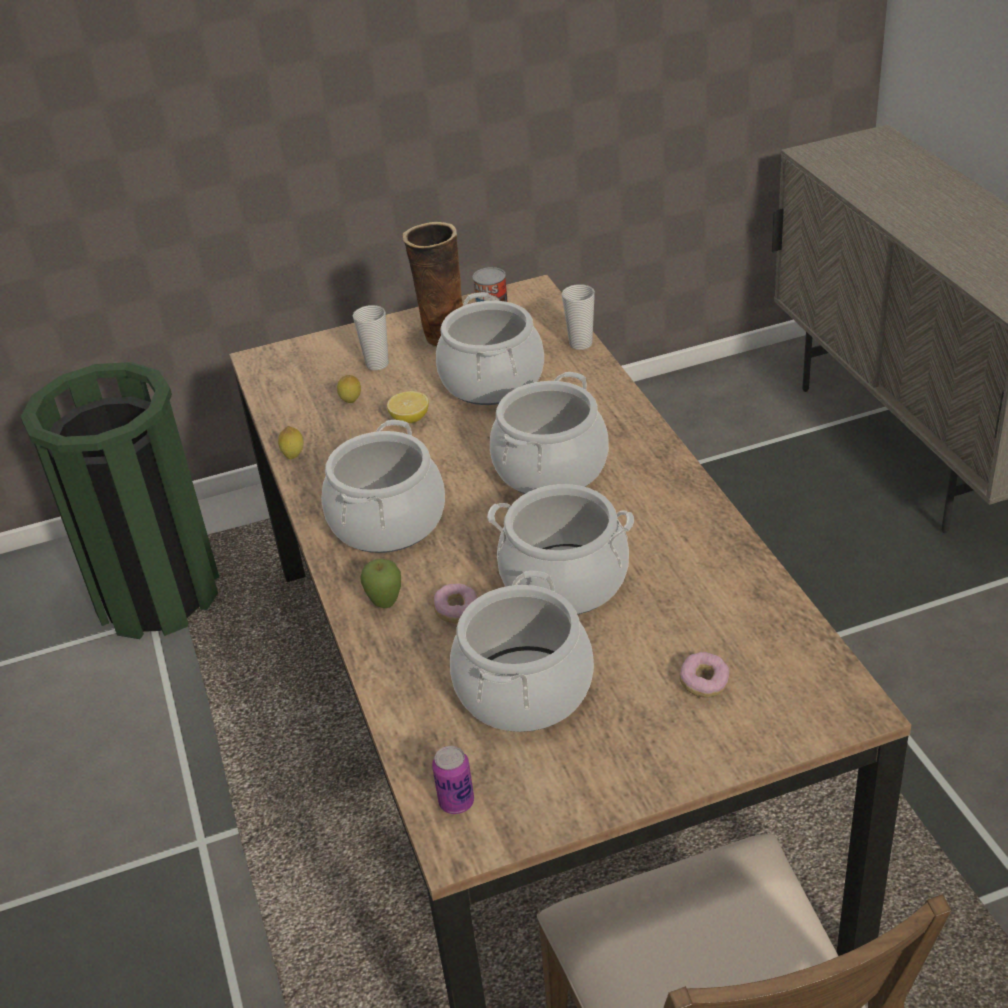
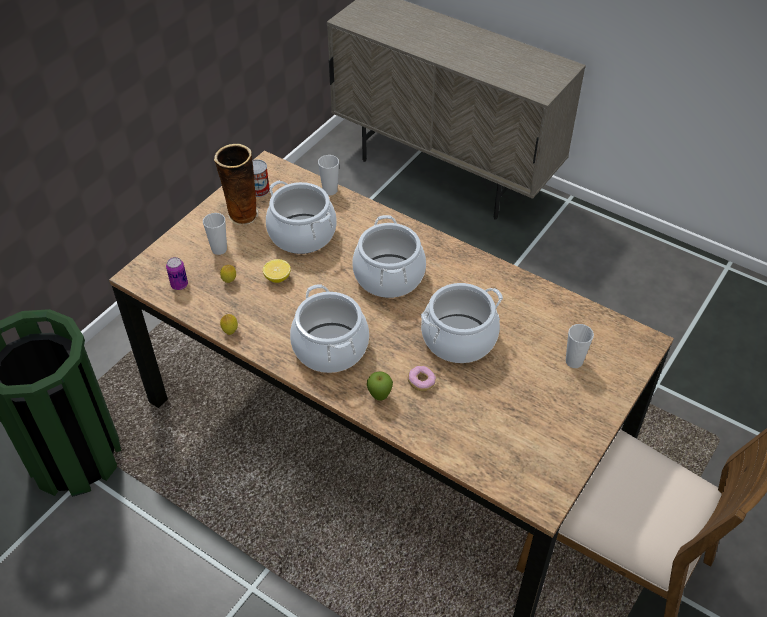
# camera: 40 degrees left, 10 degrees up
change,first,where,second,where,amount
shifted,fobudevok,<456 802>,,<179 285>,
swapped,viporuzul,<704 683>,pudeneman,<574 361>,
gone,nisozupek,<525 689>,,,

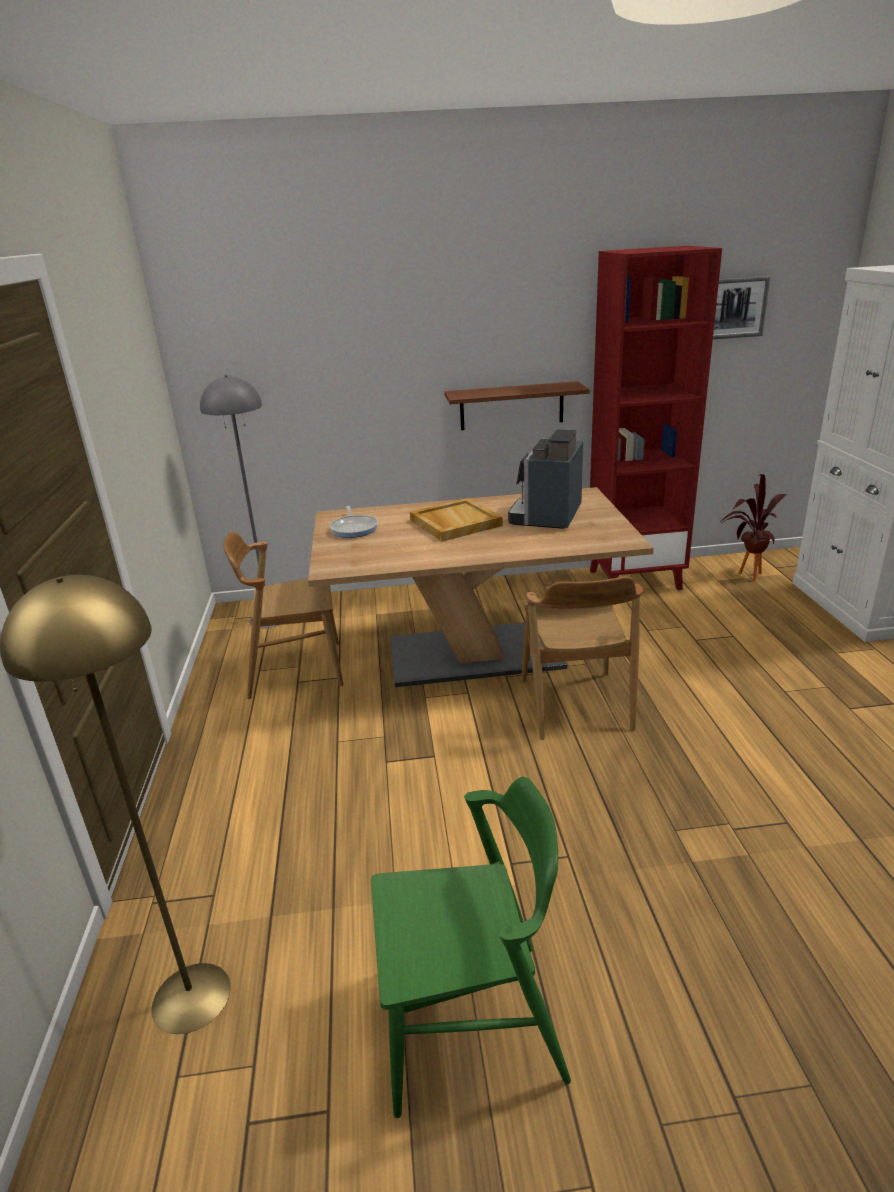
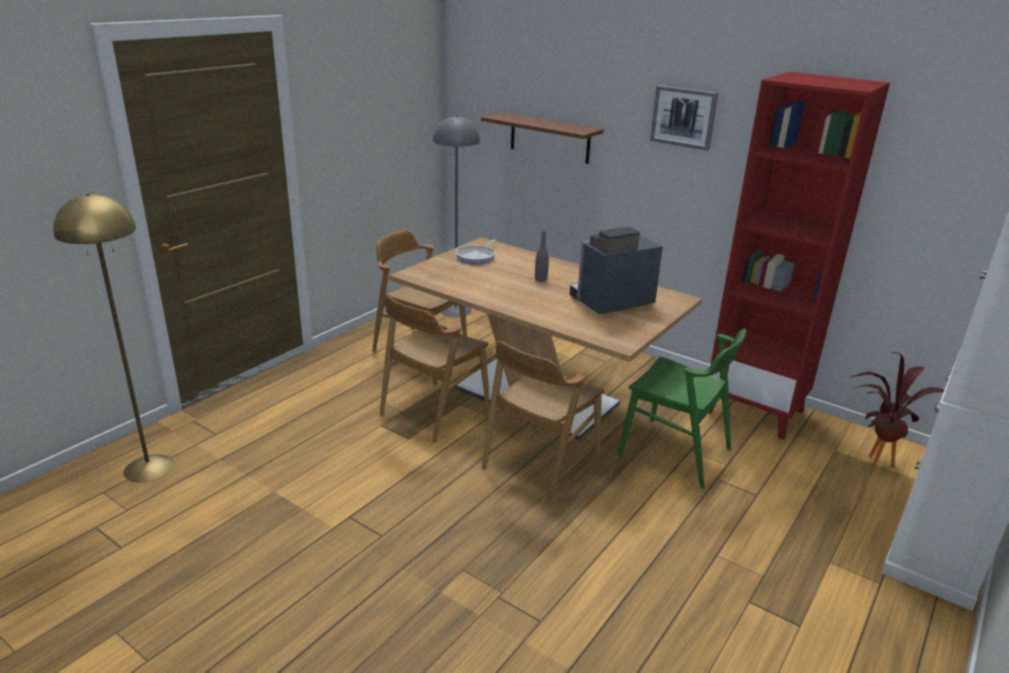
# camera: 40 degrees right, 0 degrees up
change,first,where,second,where,amount
new,,,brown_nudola,<434 411>,
shifted,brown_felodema,<511 406>,,<549 138>,
swapped,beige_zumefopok,<454 523>,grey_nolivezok,<541 279>,
shifted,green_nudola,<470 1024>,,<675 453>,
shifted,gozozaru,<733 308>,,<683 117>,

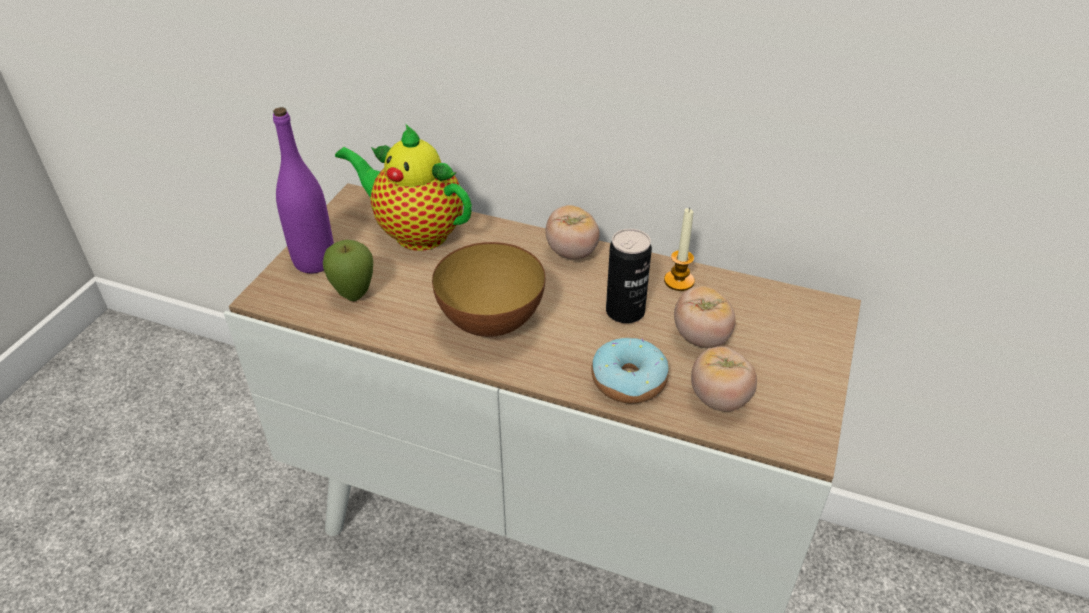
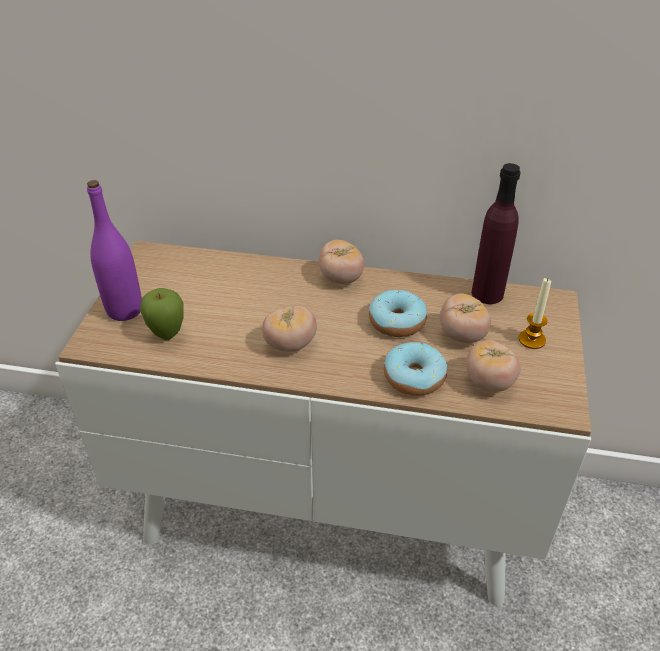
# camera: 10 degrees left, 0 degrees up
change,first,where,second,where,amount
swapped,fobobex,<491 323>,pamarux,<290 344>,
swapped,fobudevok,<625 312>,viporuzul,<397 322>,
new,,,purple_nolivezok,<487 294>,
shifted,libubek,<679 281>,,<531 340>,
gone,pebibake,<415 232>,,,

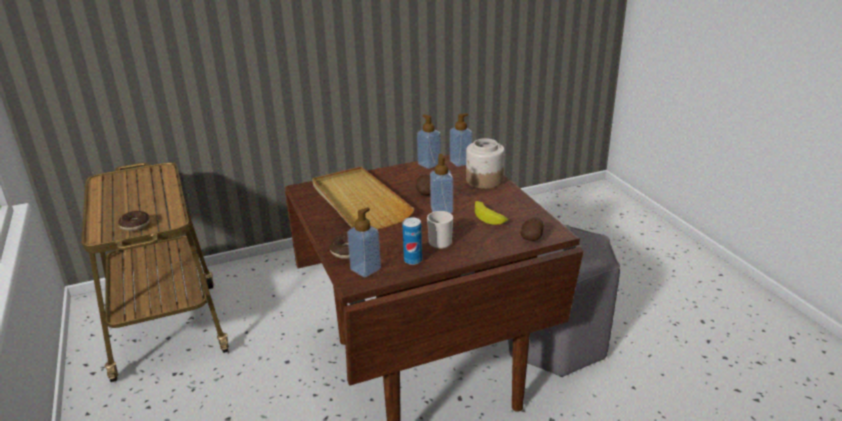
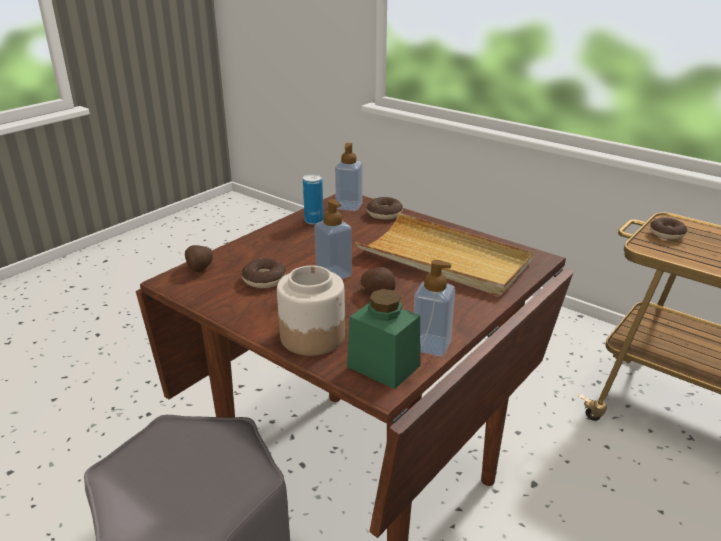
# camera: 150 degrees right, 0 degrees up
change,first,where,second,where,amount
swapped,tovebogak,<490 217>,viporuzul,<264 280>,
swapped,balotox,<460 162>,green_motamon,<383 366>,
gone,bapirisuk,<441 241>,,,

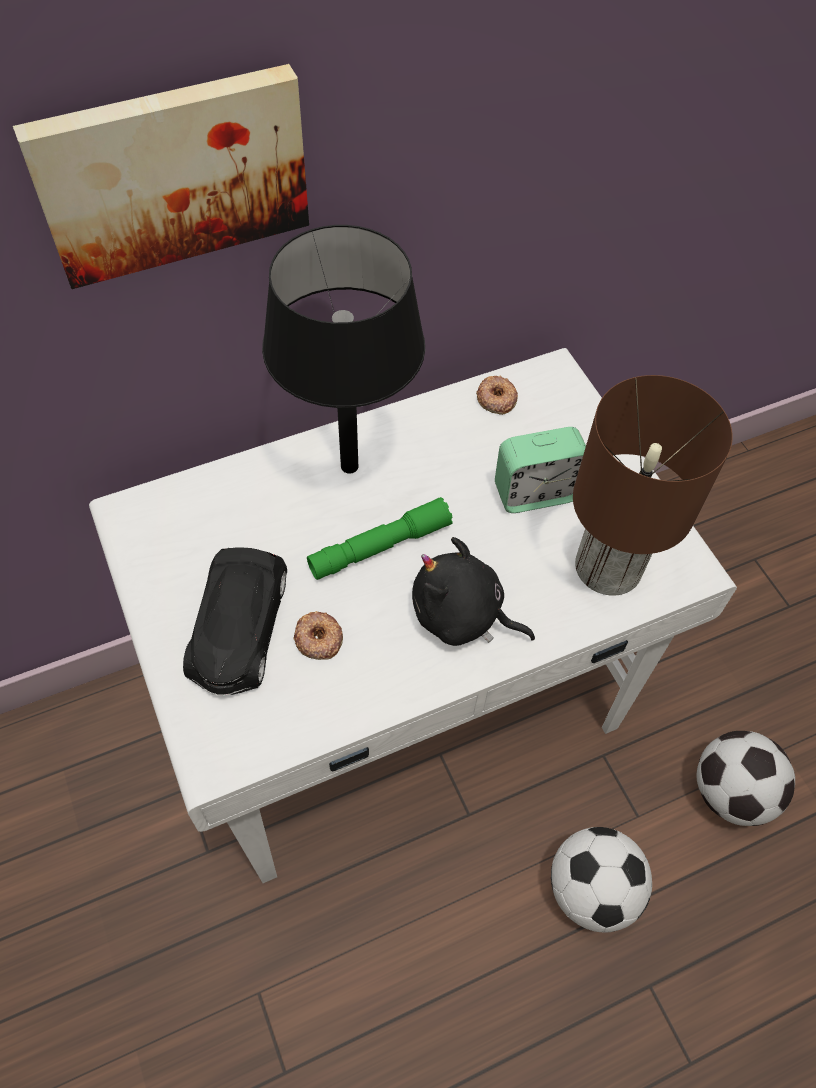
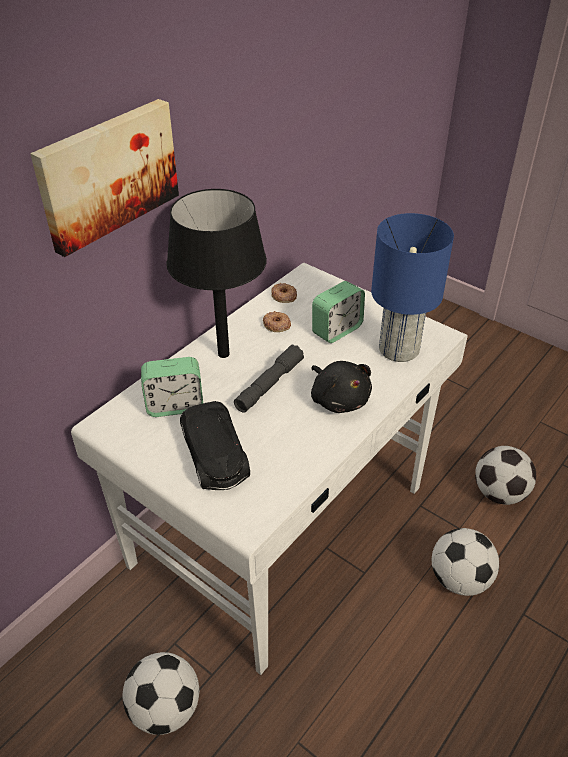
# camera: 25 degrees left, 15 degrees down
change,first,where,second,where,amount
new,,,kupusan,<166 708>,
new,,,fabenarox,<175 405>,
repainted,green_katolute,<380 547>,grey_katolute,<269 385>,
shifted,viporuzul,<318 639>,,<276 325>,
rotated,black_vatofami,<462 615>,,<339 399>,120 degrees counterclockwise
repainted,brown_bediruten,<608 566>,blue_bediruten,<398 348>,

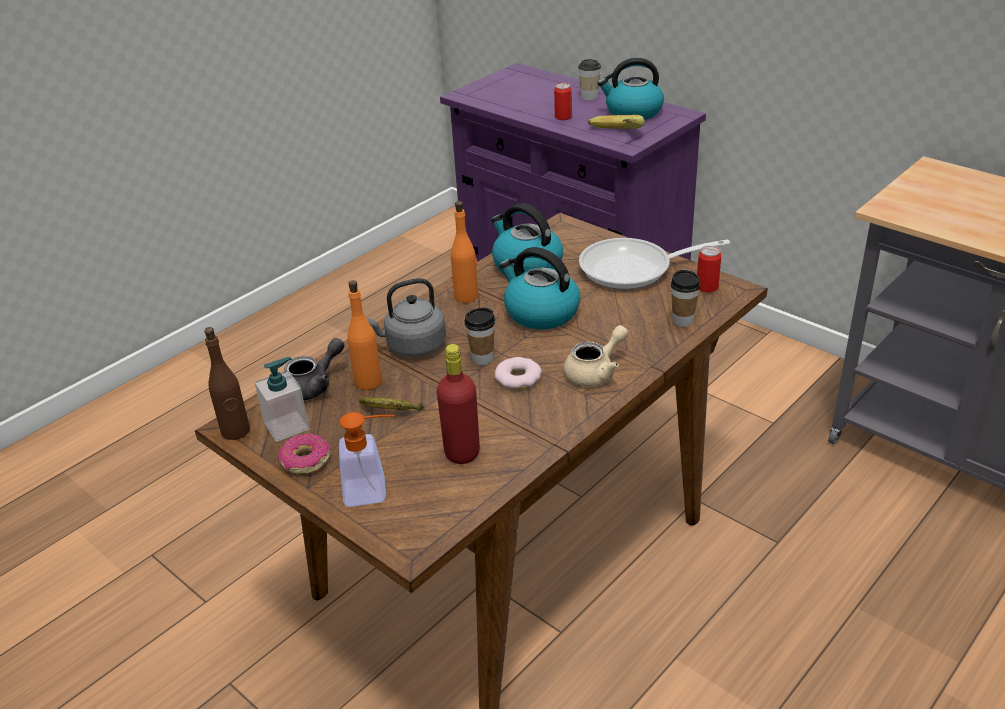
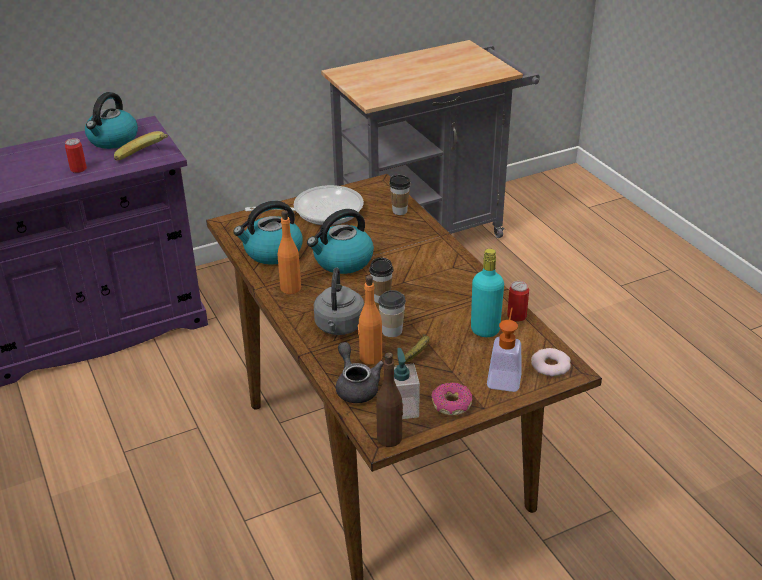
# camera: 70 degrees left, 0 degrees up
change,first,where,second,where,amount
rotated,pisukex,<634 269>,,<321 211>,120 degrees counterclockwise
shifted,pudeneman,<589 97>,,<392 331>,
repainted,red_nolivezok,<462 453>,turquoise_nolivezok,<485 330>,
shifted,fobudevok,<707 287>,,<516 316>,
shifted,viporuzul,<518 377>,,<550 366>,
gone,beige_pebibake,<595 372>,,,

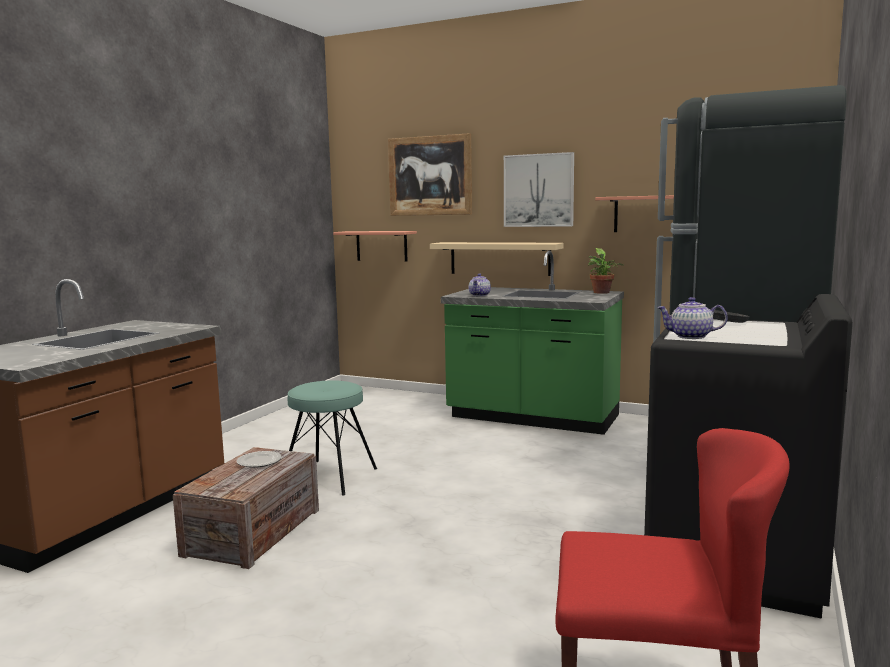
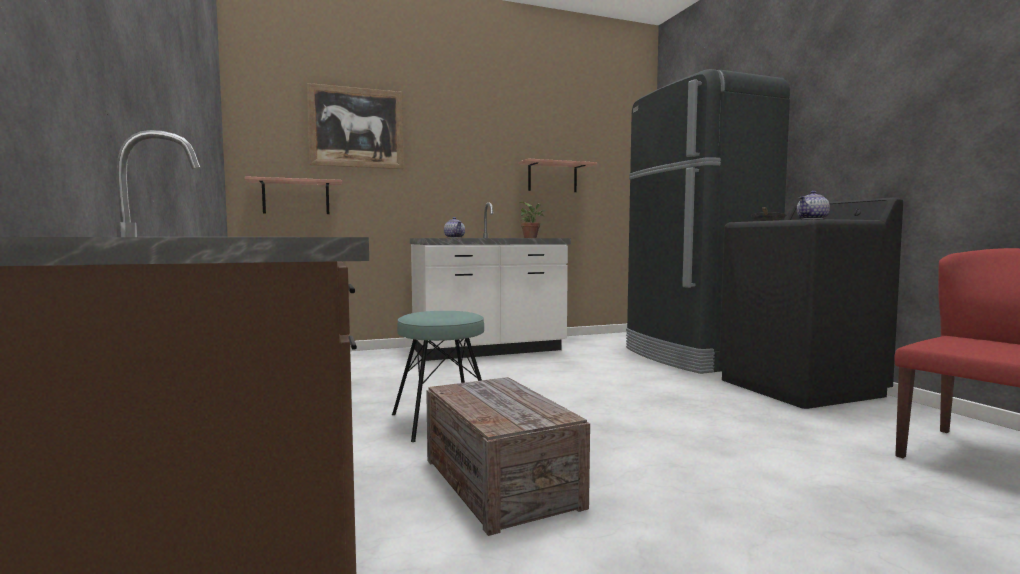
# camera: 45 degrees left, 5 degrees down
change,first,where,second,where,amount
repainted,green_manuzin,<532 417>,white_manuzin,<488 350>,
gone,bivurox,<259 461>,,,
gone,beige_felodema,<500 258>,,,
gone,gozozaru,<538 190>,,,

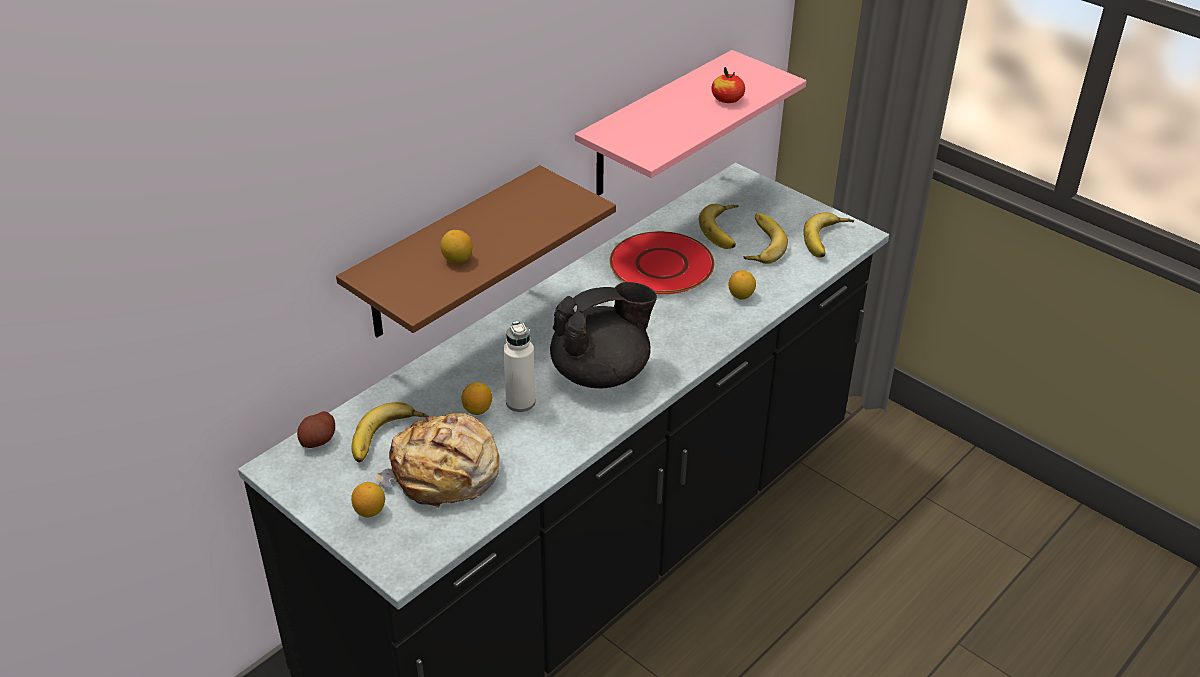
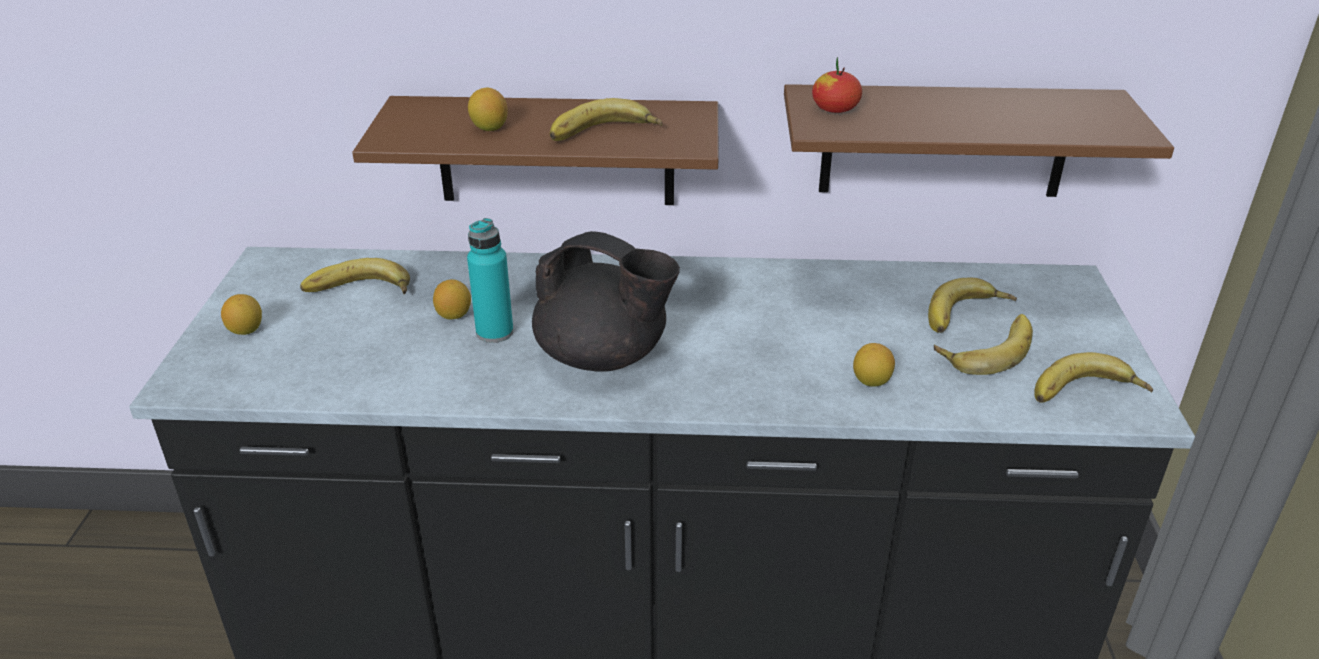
# camera: 50 degrees right, 5 degrees down
change,first,where,second,where,amount
repainted,white_nolivezok,<520 402>,turquoise_nolivezok,<494 332>,
new,,,tovebogak,<604 134>,
repainted,pink_felodema,<655 125>,brown_felodema,<944 141>,
shifted,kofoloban,<727 99>,,<835 109>,
gone,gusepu,<318 440>,,,
gone,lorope,<445 474>,,,
gone,red_bivurox,<660 265>,,,

